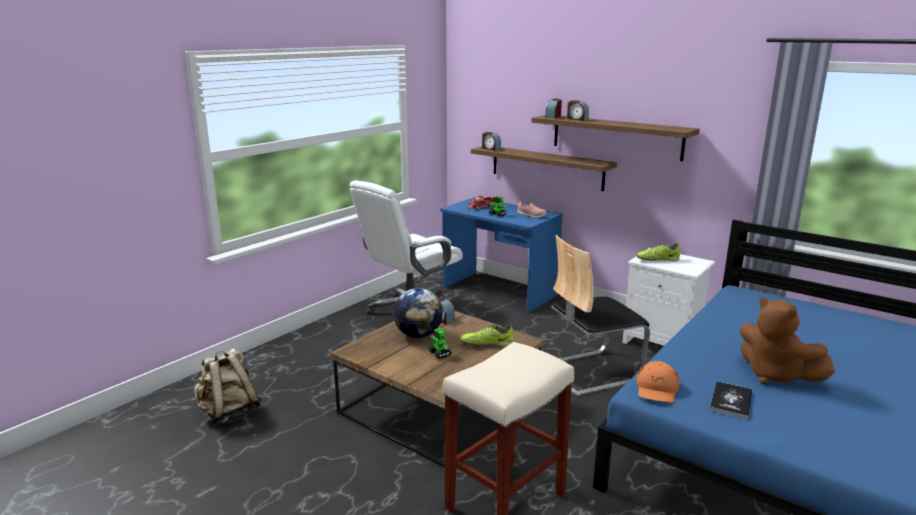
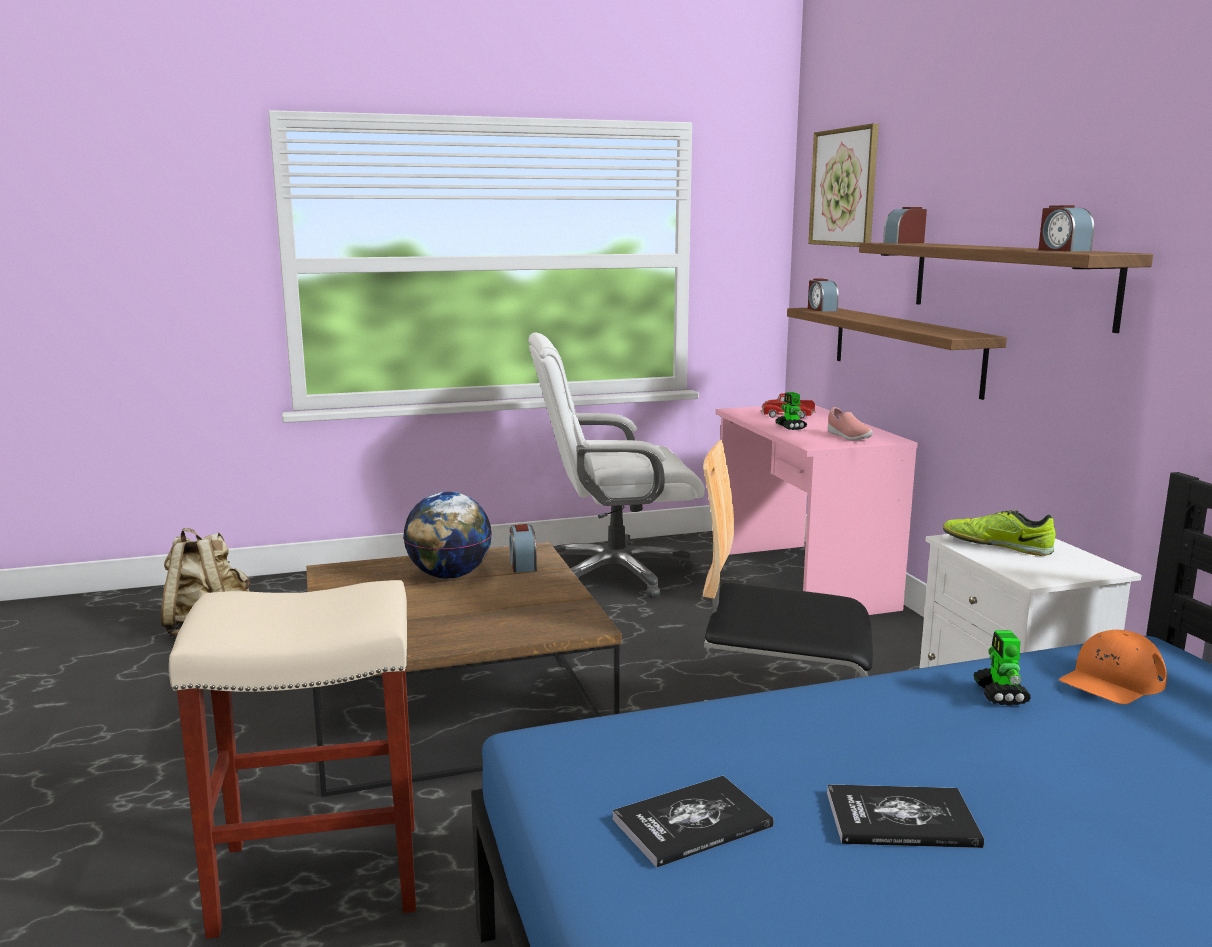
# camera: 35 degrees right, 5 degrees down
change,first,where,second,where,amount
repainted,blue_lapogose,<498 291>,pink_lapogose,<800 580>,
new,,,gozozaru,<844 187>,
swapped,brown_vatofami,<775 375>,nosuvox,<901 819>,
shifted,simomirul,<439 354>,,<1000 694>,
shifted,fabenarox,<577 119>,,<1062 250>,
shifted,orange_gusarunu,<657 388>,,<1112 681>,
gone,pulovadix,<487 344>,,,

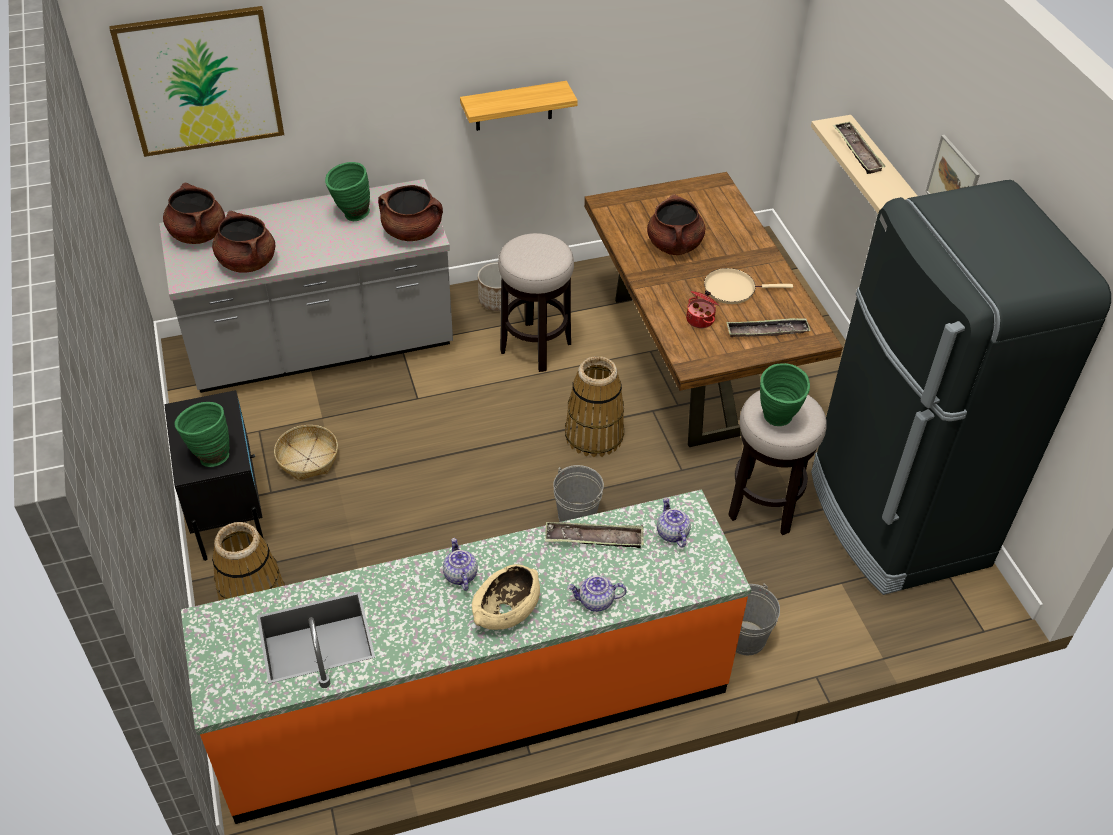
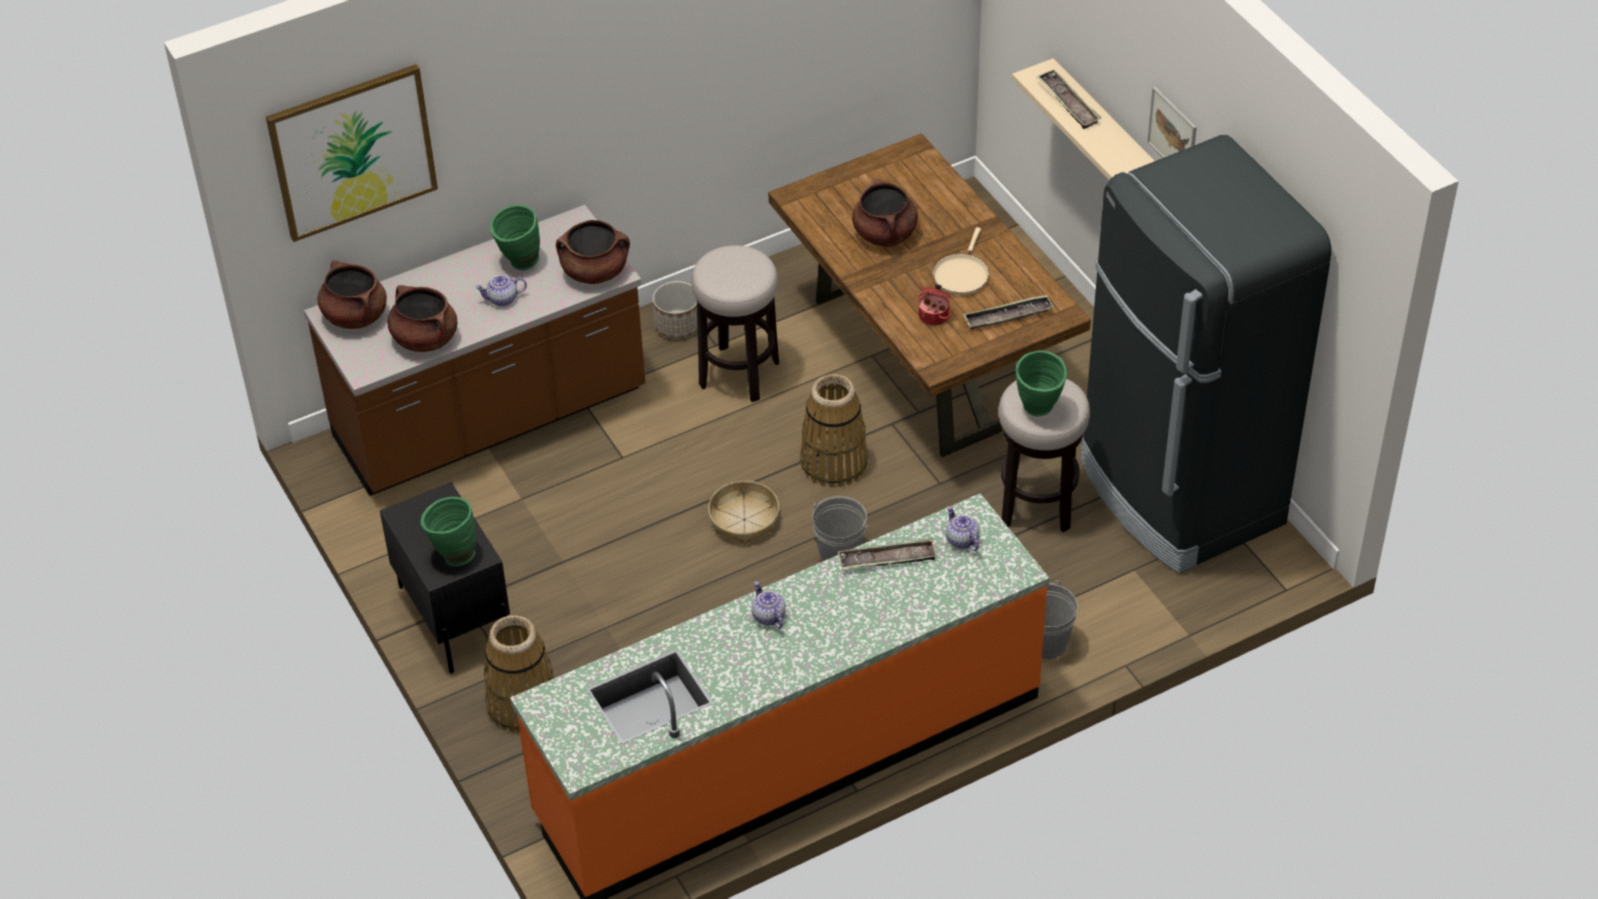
# camera: 10 degrees left, 0 degrees up
change,first,where,second,where,amount
repainted,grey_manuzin,<322 347>,brown_manuzin,<491 418>,
shifted,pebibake,<595 601>,,<502 299>,
shifted,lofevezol,<307 459>,,<744 519>,
rotated,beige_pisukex,<733 289>,,<961 274>,60 degrees counterclockwise
gone,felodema,<513 106>,,,
gone,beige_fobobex,<507 609>,,,

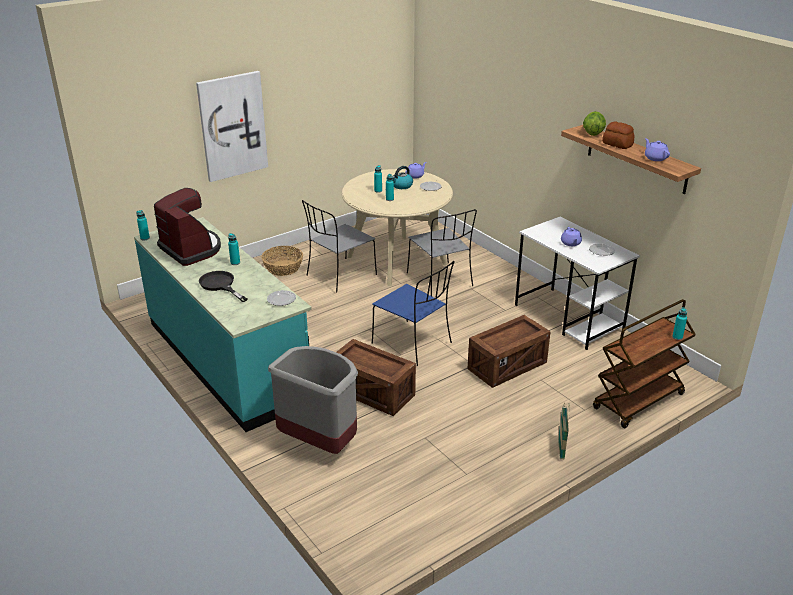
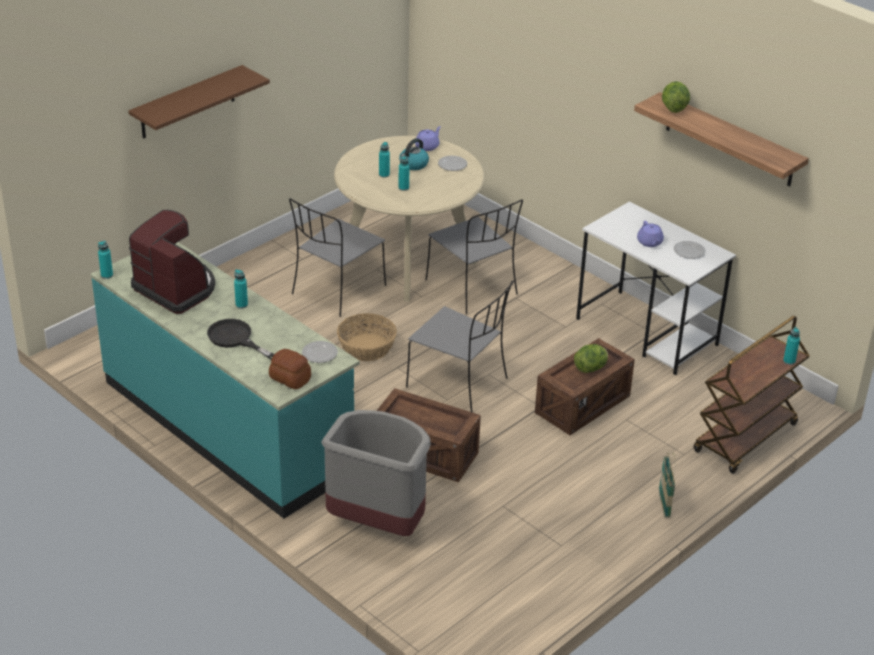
# camera: 10 degrees left, 5 degrees up
change,first,where,second,where,amount
swapped,gozozaru,<232 126>,brown_felodema,<187 103>,
shifted,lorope,<617 144>,,<290 378>,
shifted,lofevezol,<283 268>,,<366 347>,
repainted,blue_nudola,<413 344>,grey_nudola,<459 383>,
new,,,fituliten,<591 368>,
gone,purple_pebibake,<655 158>,,,

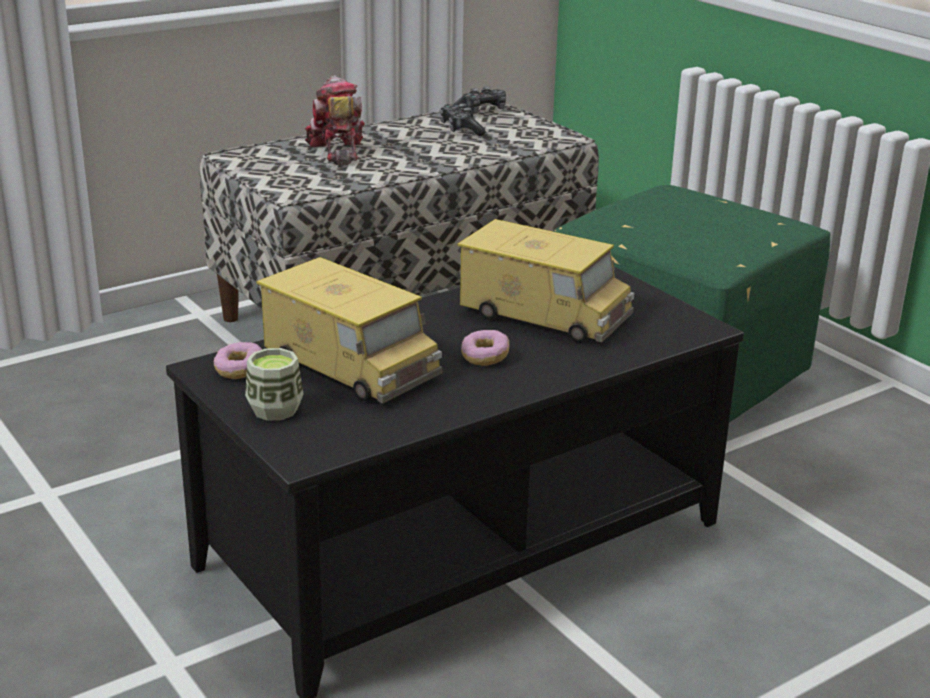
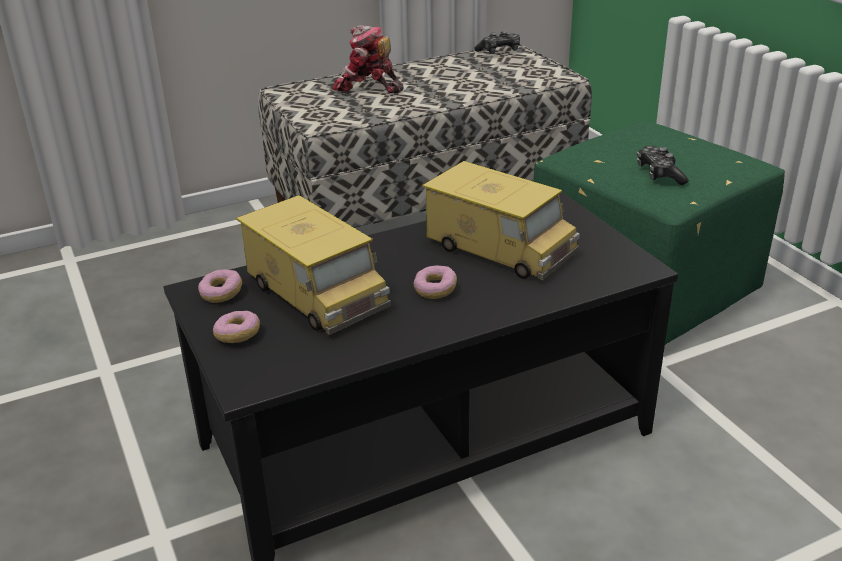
# camera: 10 degrees right, 5 degrees up
change,first,where,second,where,amount
swapped,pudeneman,<275 410>,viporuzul,<237 335>,
rotated,simomirul,<336 151>,,<368 87>,60 degrees counterclockwise
shifted,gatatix,<460 129>,,<659 174>,

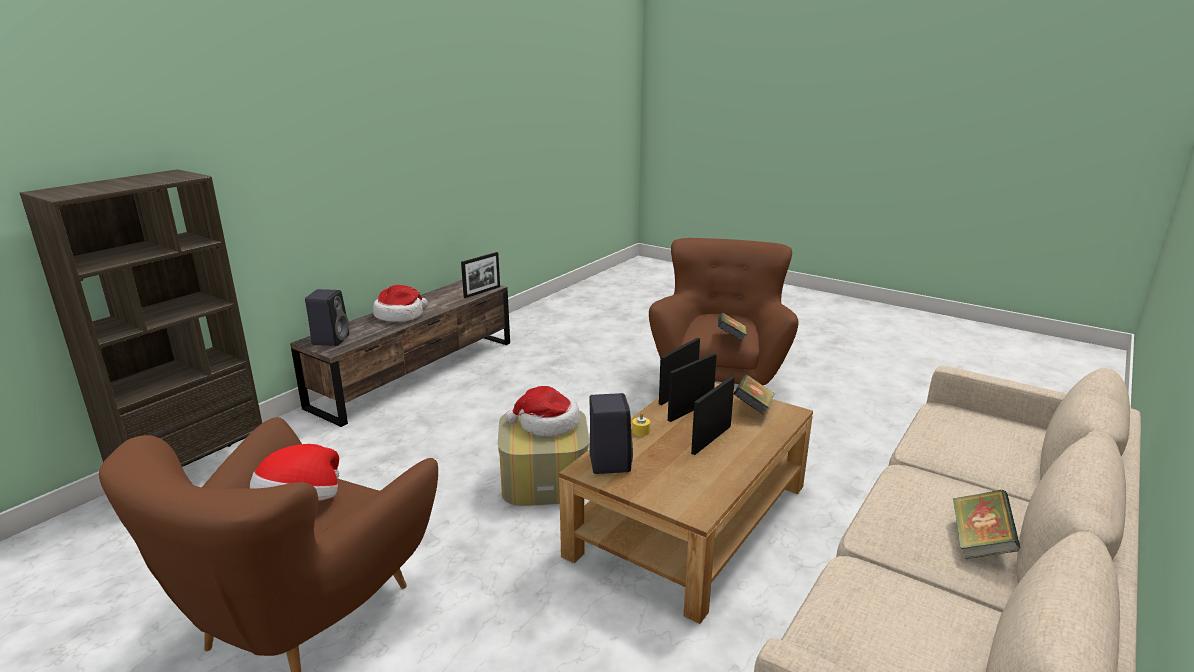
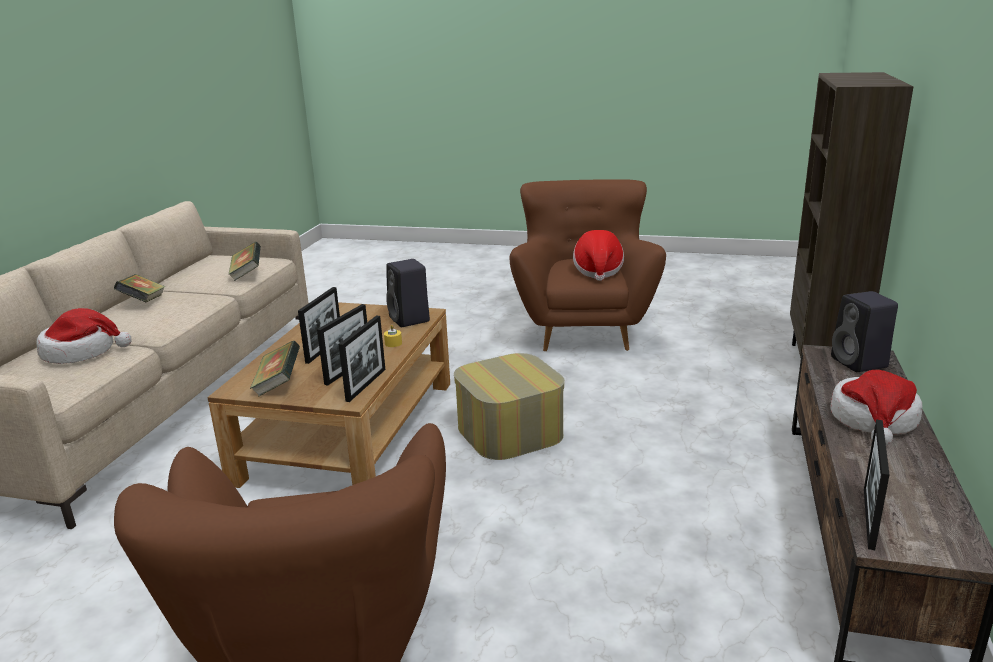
# camera: 160 degrees right, 0 degrees up
change,first,where,second,where,amount
shifted,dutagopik,<547 424>,,<81 352>,
shifted,nosuvox,<731 339>,,<247 274>,

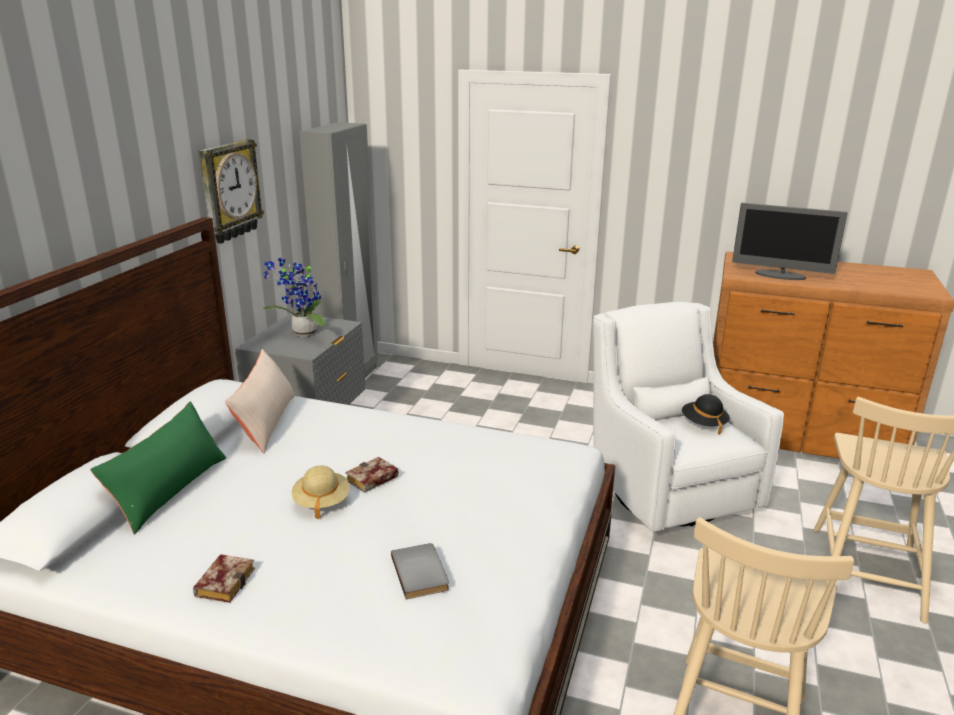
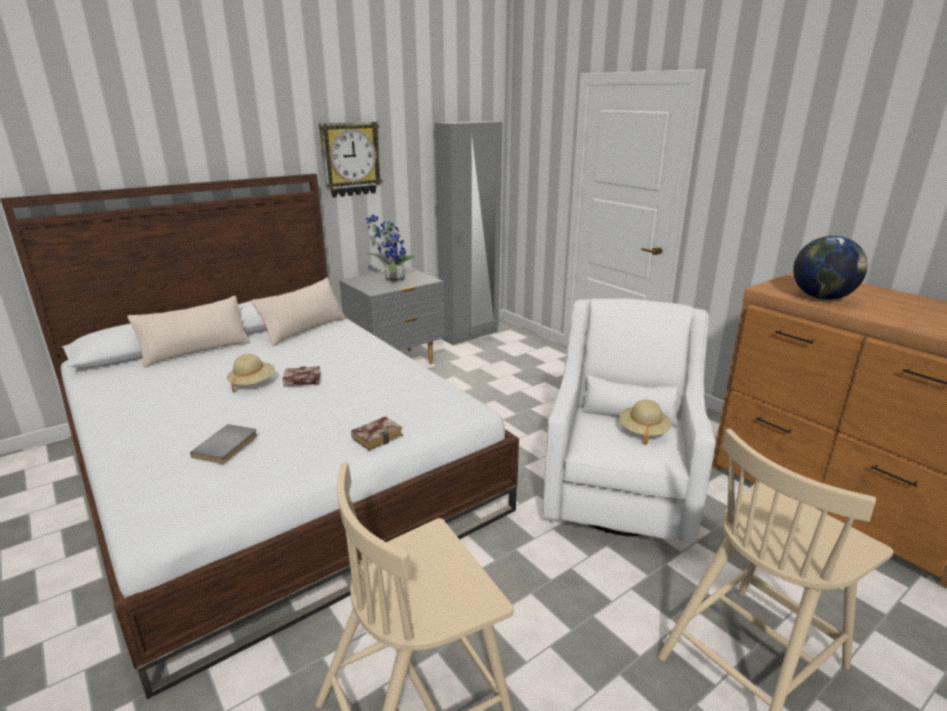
# camera: 35 degrees right, 0 degrees up
change,first,where,second,where,amount
repainted,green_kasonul,<169 490>,beige_kasonul,<196 351>,
shifted,nosuvox,<225 581>,,<378 436>,
repainted,black_dutagopik,<703 424>,beige_dutagopik,<643 431>,
swapped,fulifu,<781 275>,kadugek,<822 298>,

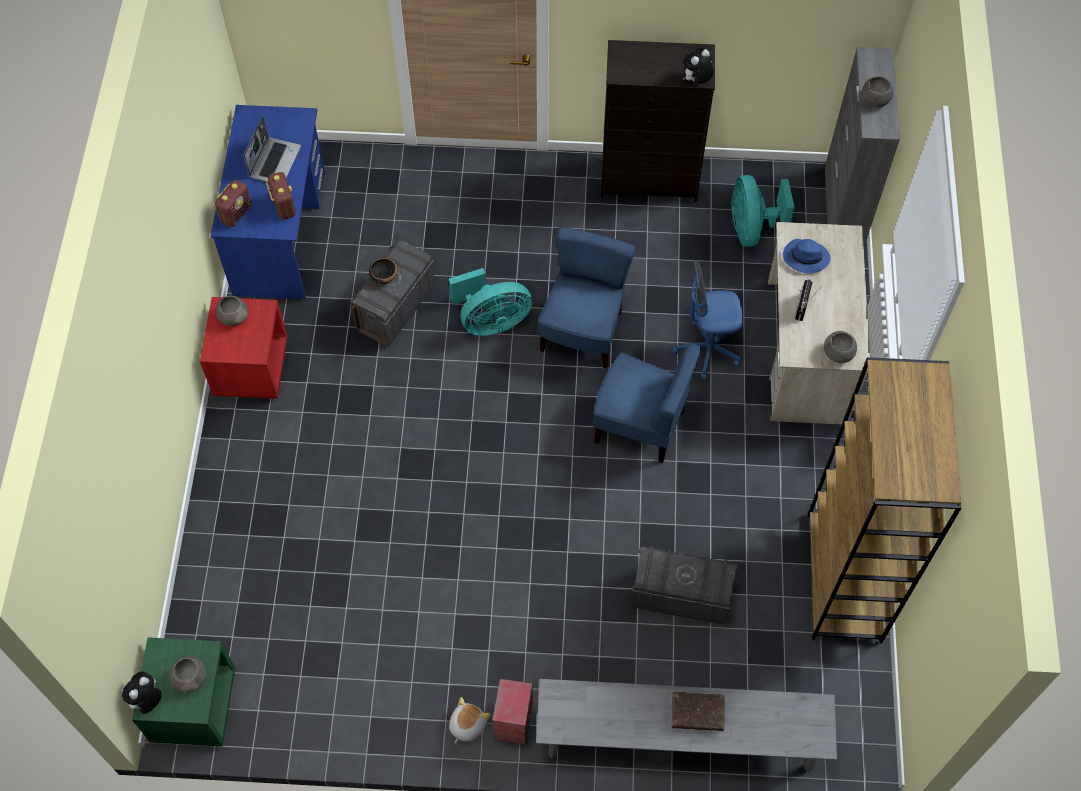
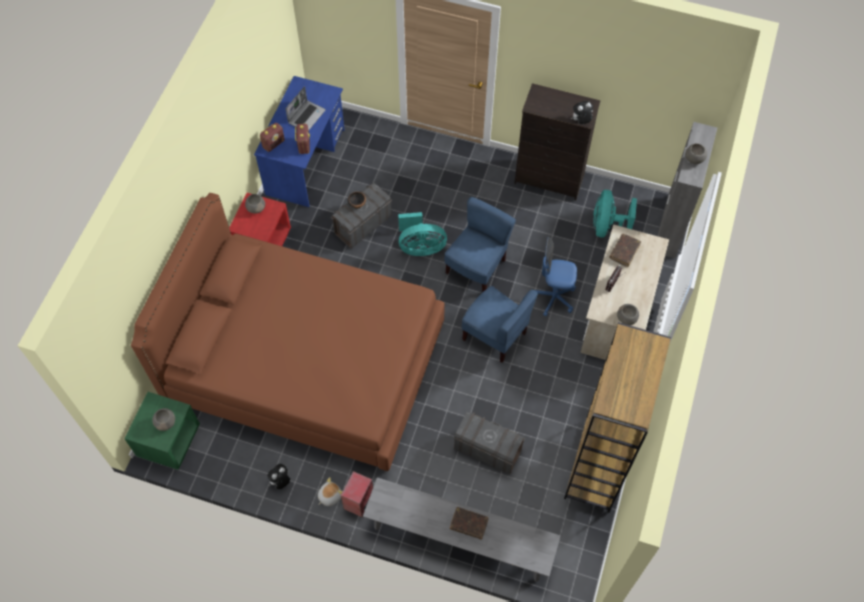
# camera: 15 degrees right, 0 degrees up
change,first,where,second,where,amount
new,,,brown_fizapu,<306 363>,
shifted,vatofami,<147 701>,,<280 482>,
swapped,blue_dutagopik,<805 258>,brown_nosuvox,<624 252>,

